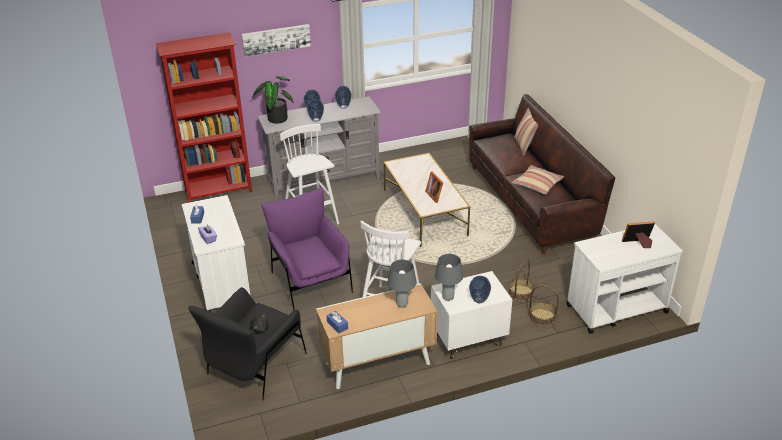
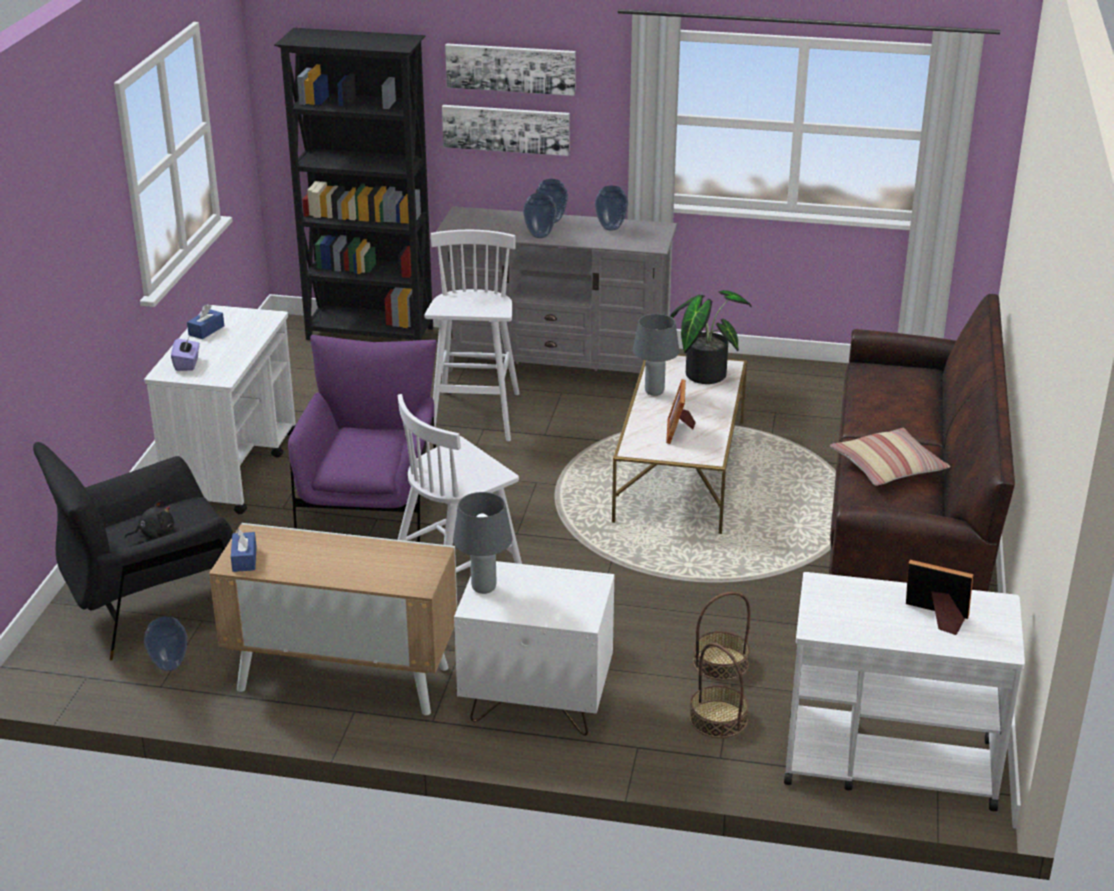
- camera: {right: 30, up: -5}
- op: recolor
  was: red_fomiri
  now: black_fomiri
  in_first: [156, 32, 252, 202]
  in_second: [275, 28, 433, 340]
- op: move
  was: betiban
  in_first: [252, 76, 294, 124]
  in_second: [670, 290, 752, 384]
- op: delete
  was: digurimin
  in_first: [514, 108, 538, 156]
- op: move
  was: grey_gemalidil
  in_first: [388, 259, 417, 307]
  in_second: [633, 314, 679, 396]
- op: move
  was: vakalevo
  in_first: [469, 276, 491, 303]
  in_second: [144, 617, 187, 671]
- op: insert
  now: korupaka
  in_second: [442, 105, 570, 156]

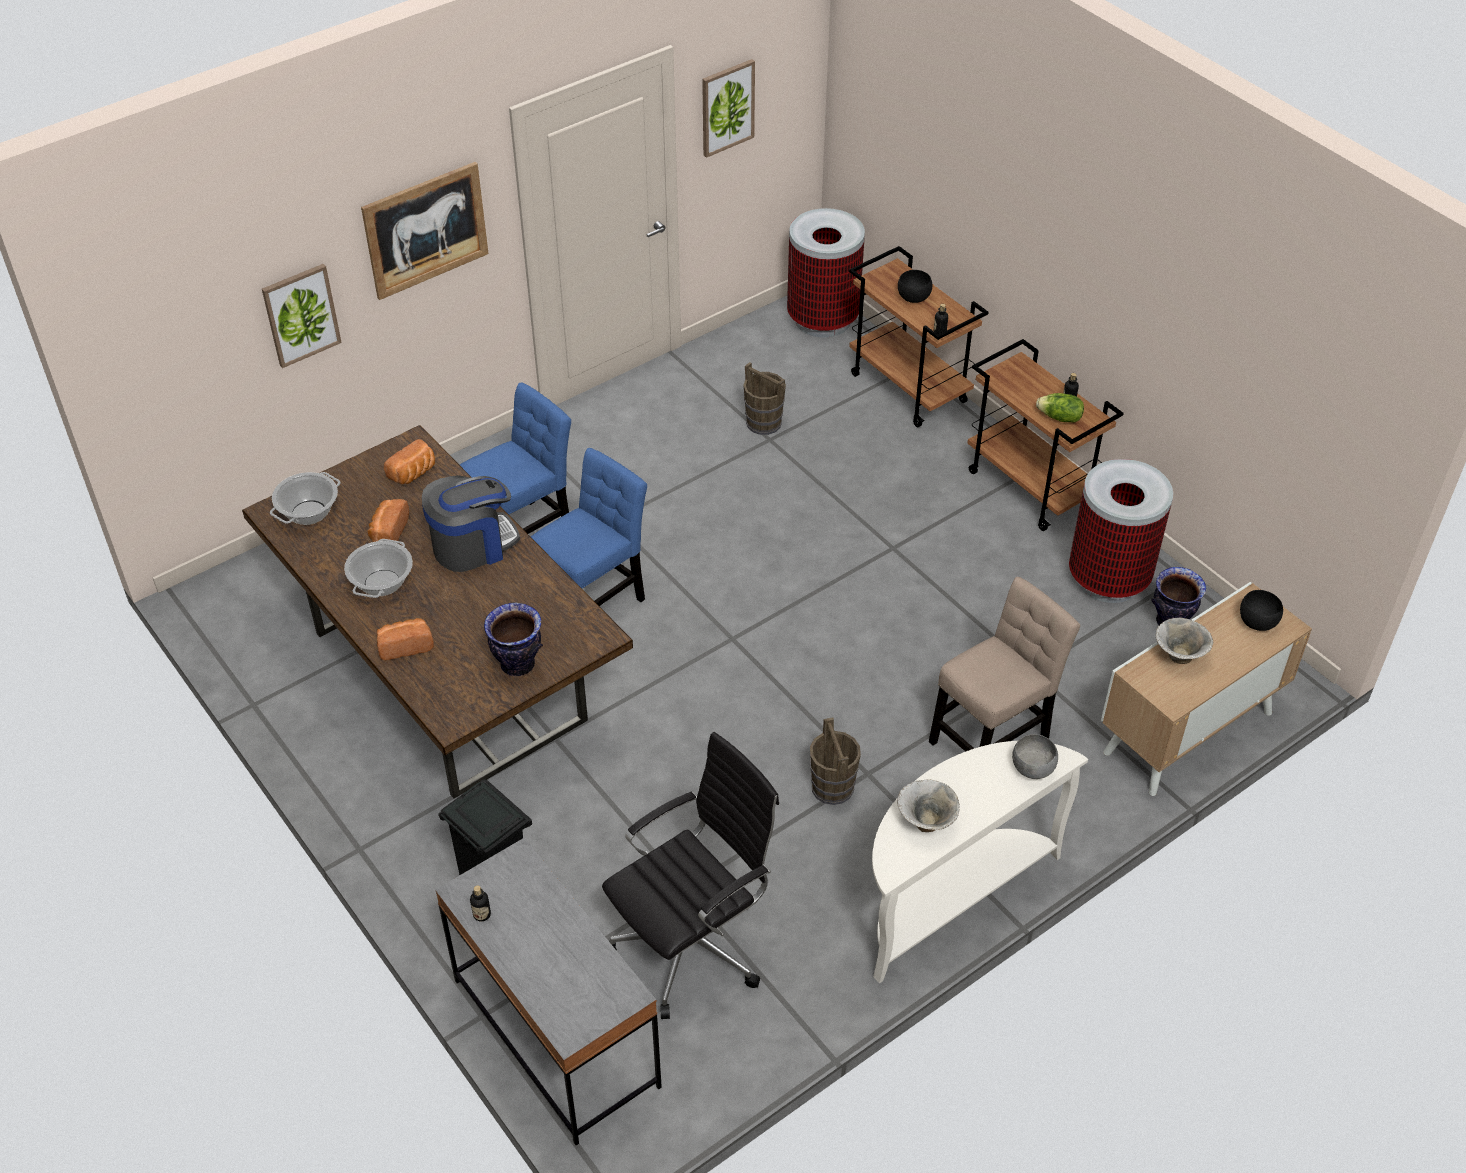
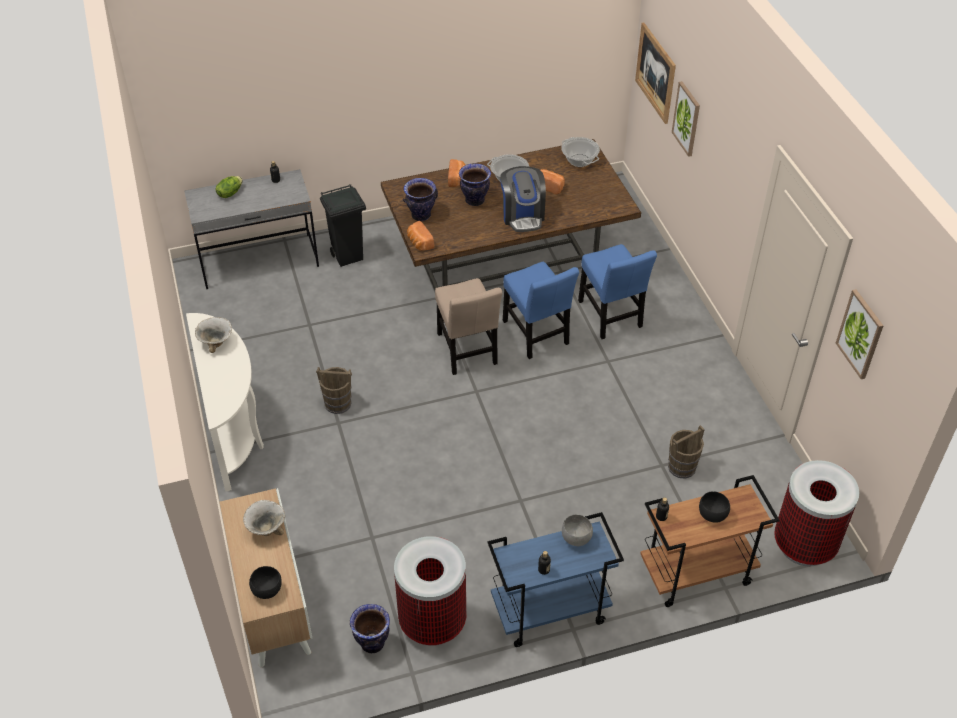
- camera: {right: 110, up: 0}
- op: move
  was: korupaka
  in_first: [361, 162, 489, 300]
  in_second: [635, 23, 676, 124]
- op: recolor
  was: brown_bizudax
  now: blue_bizudax
  in_first: [968, 339, 1124, 531]
  in_second: [488, 512, 624, 647]
- op: move
  was: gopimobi
  in_first: [1036, 393, 1084, 423]
  in_second: [215, 176, 243, 198]
- op: move
  was: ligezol
  in_first: [384, 439, 435, 484]
  in_second: [407, 221, 434, 251]
- op: move
  was: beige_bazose
  in_first: [929, 577, 1080, 752]
  in_second: [435, 278, 502, 375]
- op: delete
  was: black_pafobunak
  in_first: [602, 732, 779, 1019]
- op: move
  was: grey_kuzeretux
  in_first: [1012, 734, 1058, 779]
  in_second: [562, 514, 593, 546]
- op: insert
  now: vakalevo
  in_second: [459, 164, 491, 206]

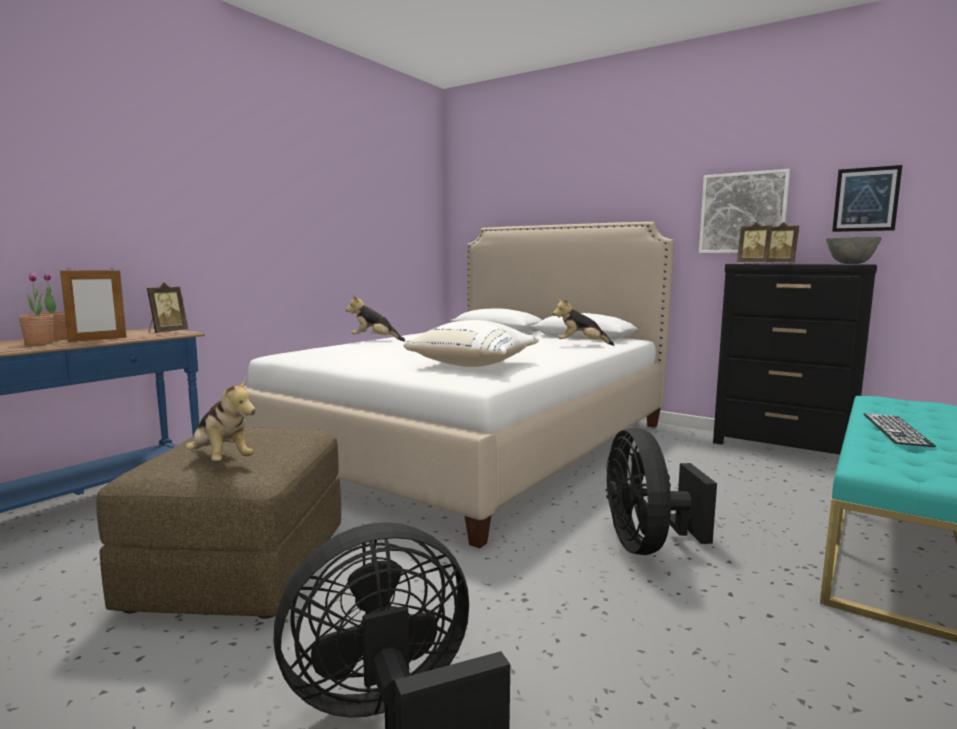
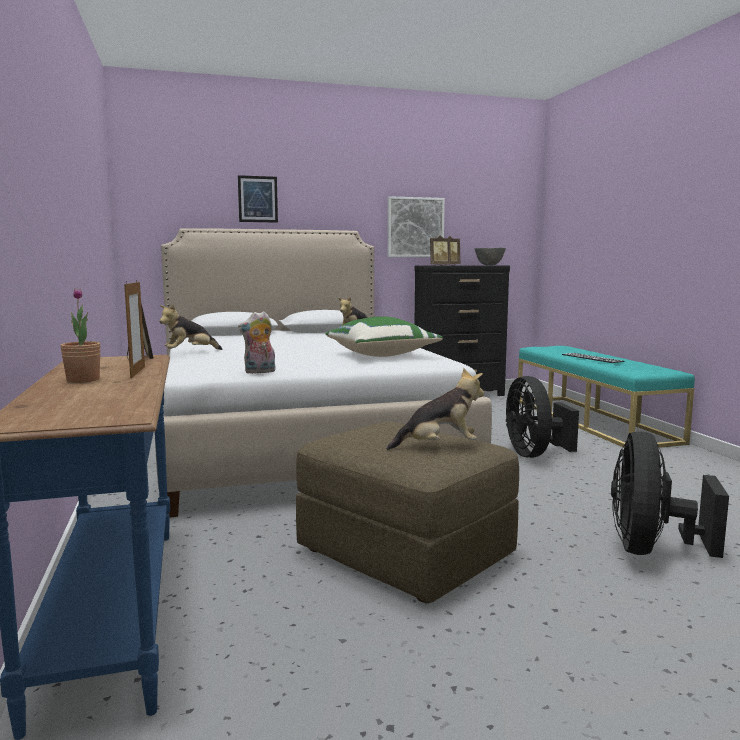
- camera: {right: -50, up: 0}
- op: move
  was: korupaka
  in_first: [832, 165, 902, 232]
  in_second: [238, 175, 278, 223]
- op: delete
  was: betiban
  in_first: [19, 273, 53, 345]
- op: recolor
  was: white_digurimin
  now: green_digurimin
  in_first: [404, 320, 539, 367]
  in_second: [326, 316, 443, 357]
- op: rotate
  was: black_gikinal
  in_first: [606, 428, 717, 555]
  in_second: [506, 376, 579, 458]
  clockwise: 45
- op: insert
  now: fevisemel
  in_second: [238, 311, 275, 374]

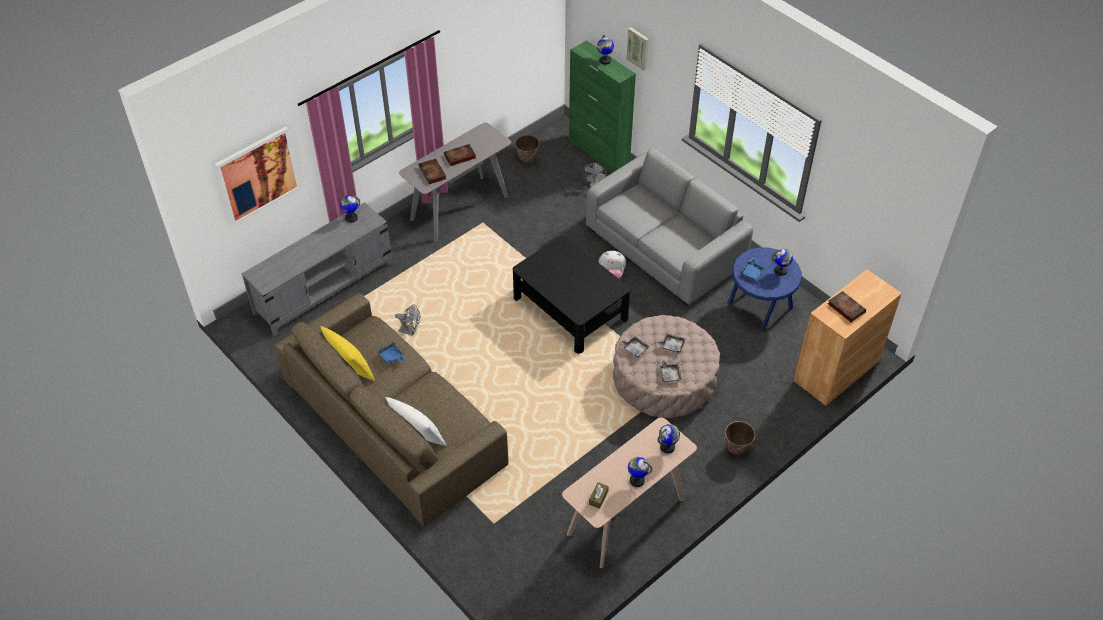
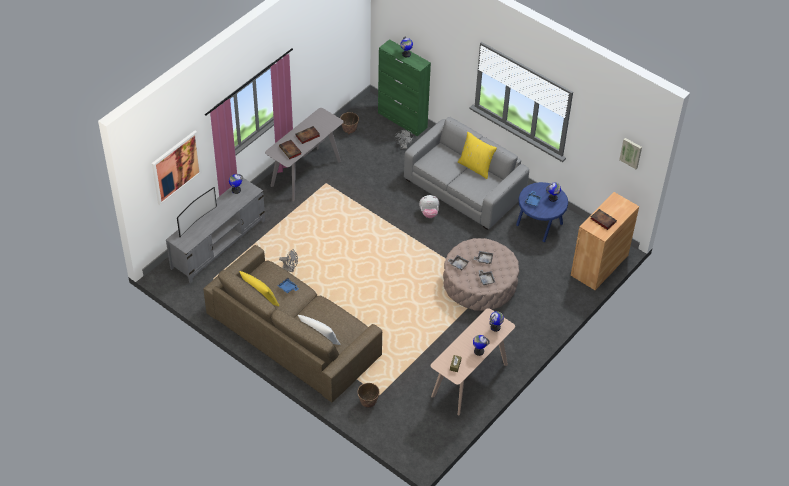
- camera: {right: -10, up: 0}
- op: move
  was: korupaka
  in_first: [627, 27, 649, 71]
  in_second: [619, 138, 642, 169]
- op: delete
  was: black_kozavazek
  in_first: [513, 236, 631, 354]
- op: move
  was: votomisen
  in_first: [725, 421, 755, 455]
  in_second: [357, 383, 380, 407]
- op: insert
  now: yellow_digurimin
  in_second: [458, 131, 497, 179]
- op: insert
  now: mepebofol
  in_second: [177, 187, 217, 237]

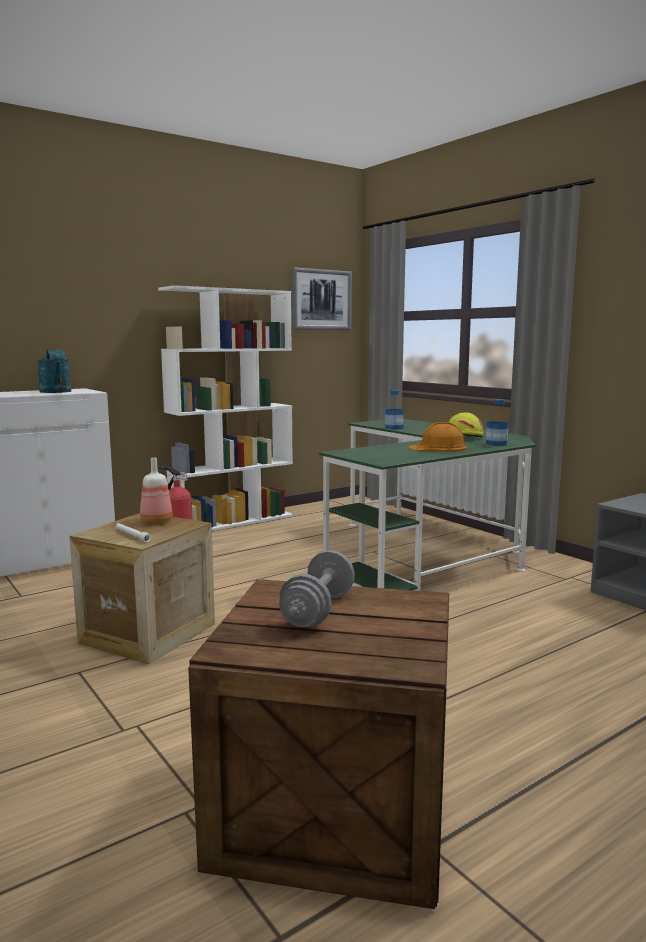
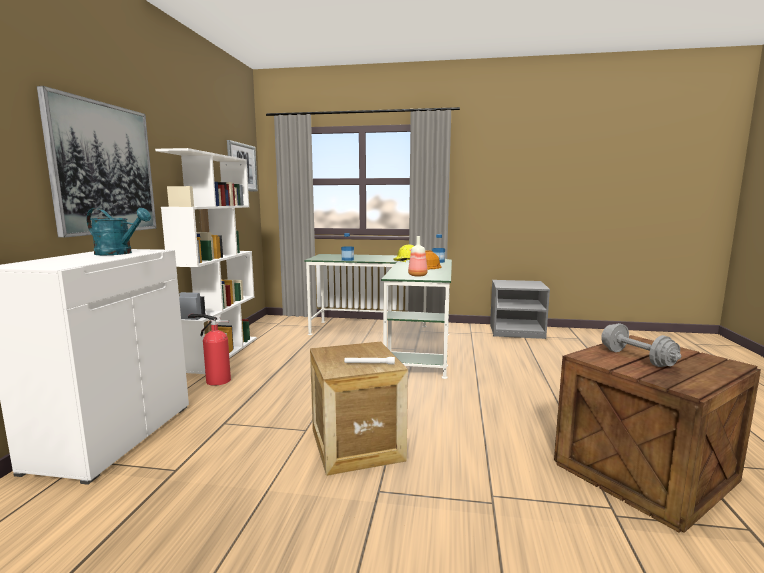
- camera: {right: -45, up: 0}
- op: move
  was: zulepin
  in_first: [140, 458, 172, 524]
  in_second: [408, 236, 428, 277]
- op: insert
  now: korupaka
  in_second: [37, 86, 156, 238]

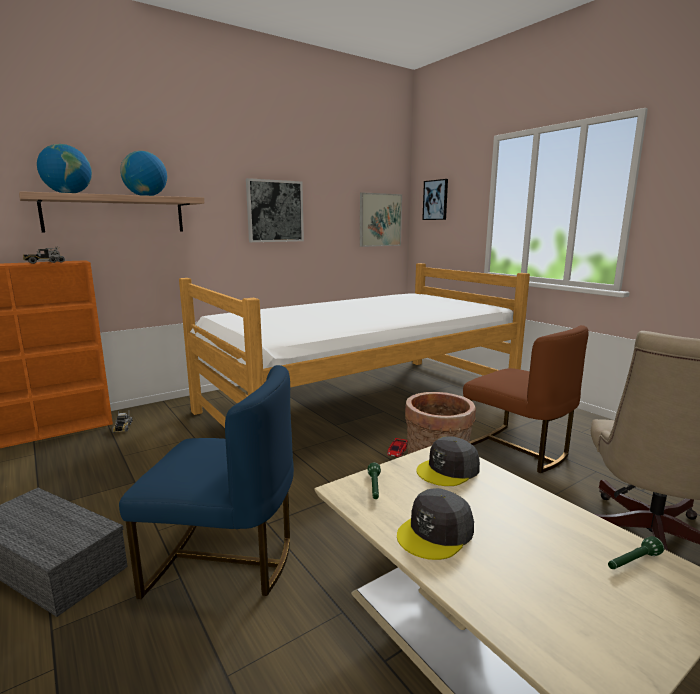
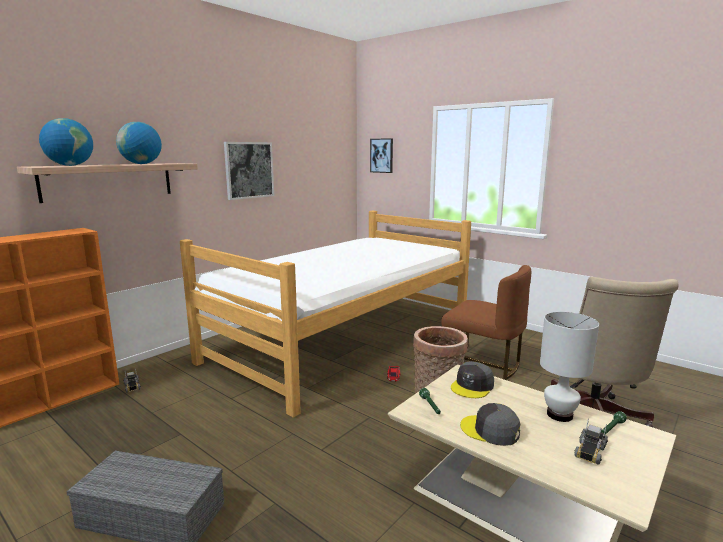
- camera: {right: -15, up: 0}
- op: delete
  was: korupaka
  in_first: [360, 192, 402, 247]
- op: move
  was: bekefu
  in_first: [23, 247, 65, 264]
  in_second: [574, 419, 608, 465]
- op: delete
  was: blue_bazose
  in_first: [119, 365, 294, 599]
- op: rotate
  was: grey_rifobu
  in_first: [397, 488, 474, 560]
  in_second: [460, 403, 520, 446]
  clockwise: 90
- op: insert
  now: white_gemalidil
  in_second: [540, 312, 599, 422]

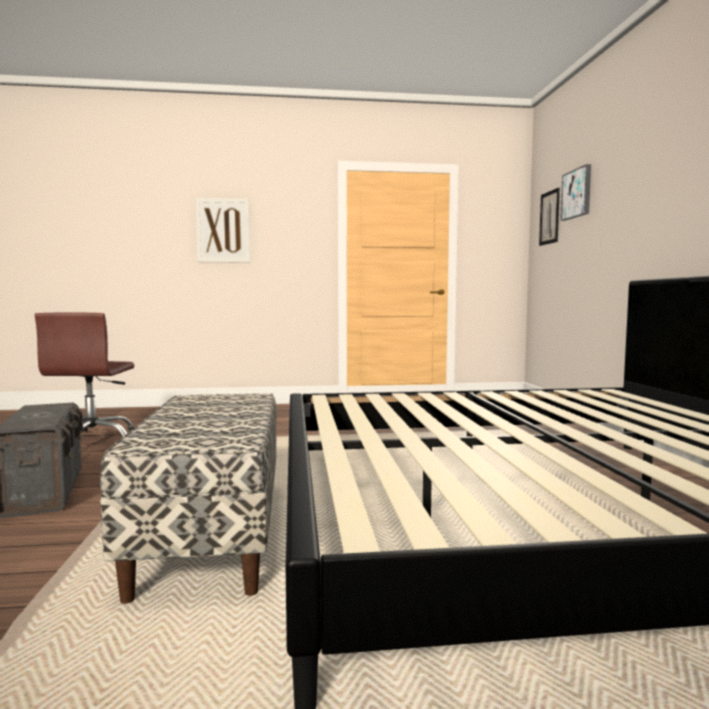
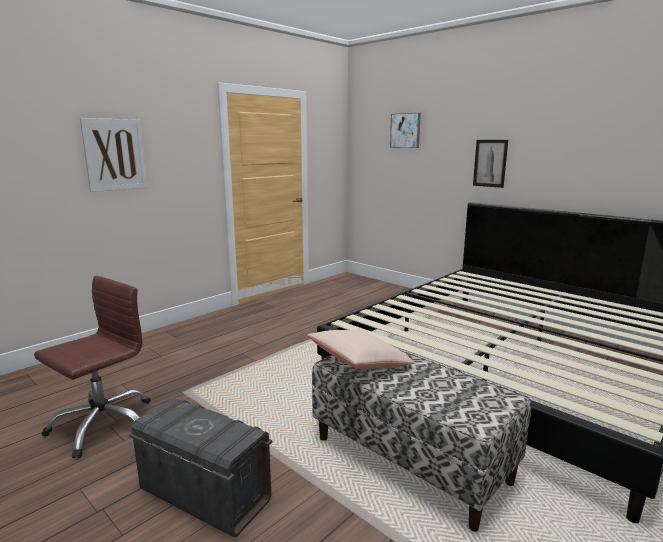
- camera: {right: -40, up: 10}
- op: move
  was: korupaka
  in_first: [539, 188, 560, 246]
  in_second: [473, 140, 508, 188]
- op: rotate
  was: brown_pafobunak
  in_first: [35, 313, 135, 437]
  in_second: [34, 276, 151, 458]
  clockwise: -105
- op: insert
  now: beige_digurimin
  in_second: [307, 330, 415, 369]

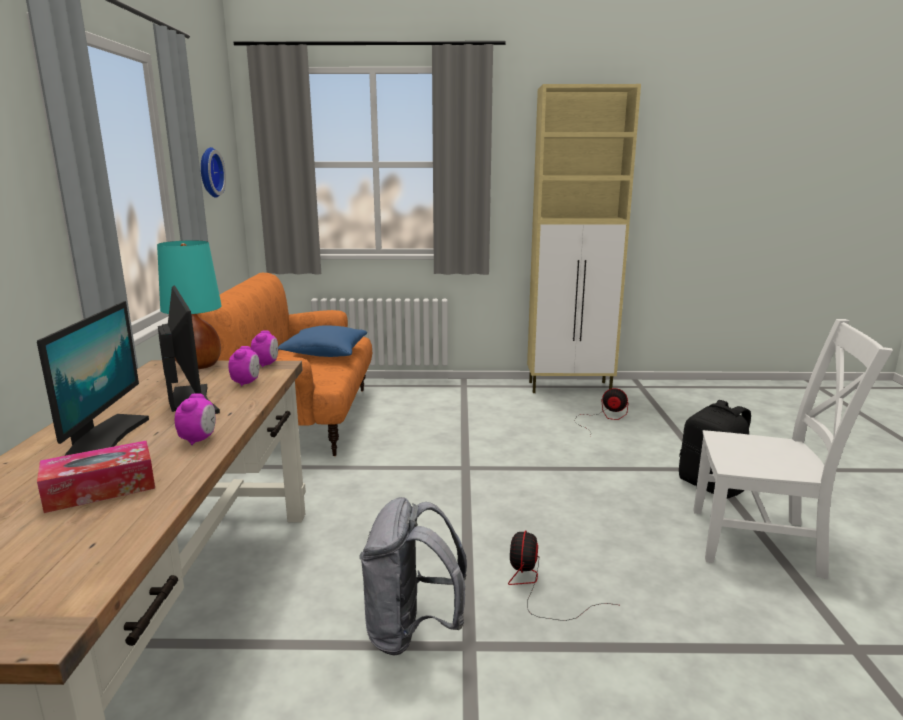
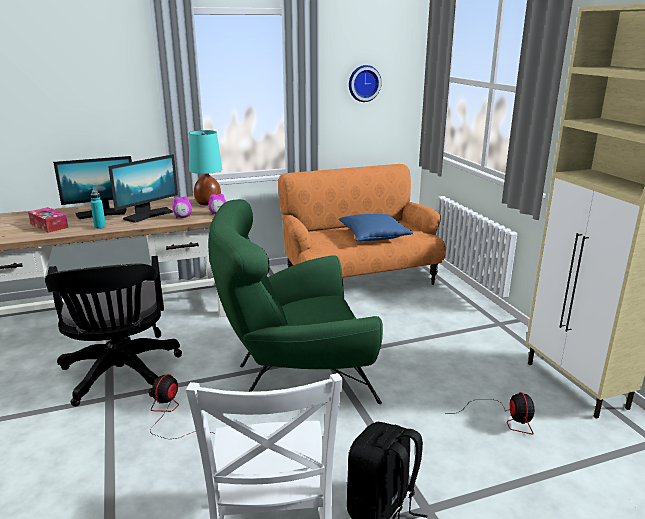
- camera: {right: 70, up: 5}
- op: replace
  was: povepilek
  now: turquoise_zulepin
  in_first: [175, 393, 216, 445]
  in_second: [90, 190, 106, 229]
- op: replace
  was: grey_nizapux
  now: black_pafobunak
  in_first: [359, 497, 467, 656]
  in_second: [45, 256, 182, 407]
- op: rotate
  was: gikinal
  in_first: [508, 530, 617, 621]
  in_second: [150, 374, 212, 439]
  clockwise: -60
- op: insert
  now: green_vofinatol
  in_second: [208, 199, 383, 404]

